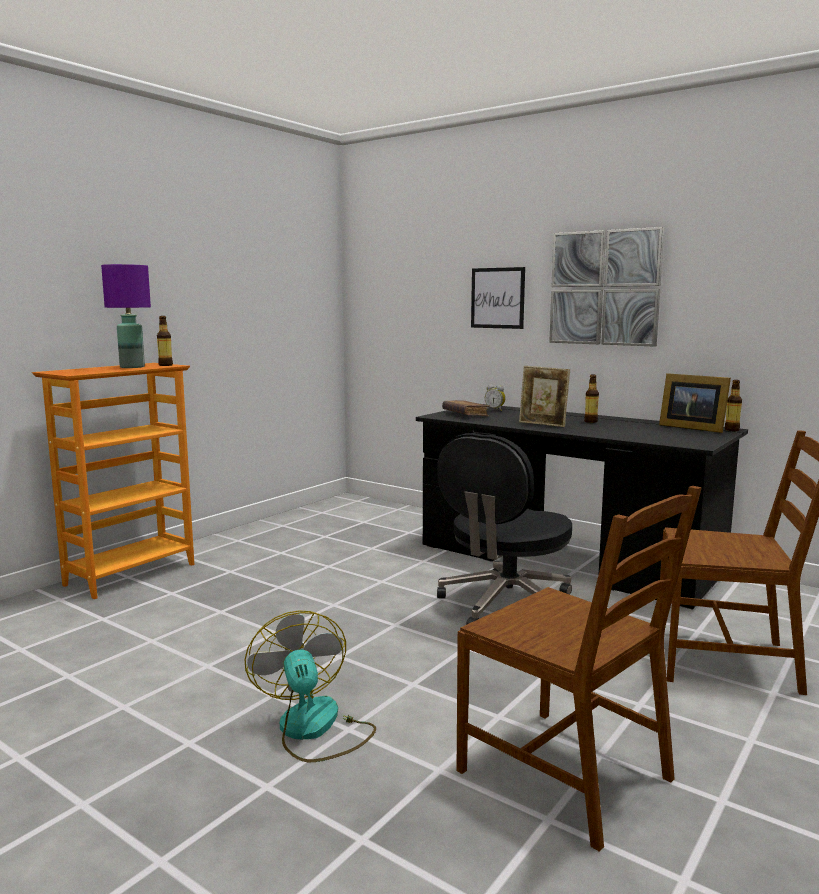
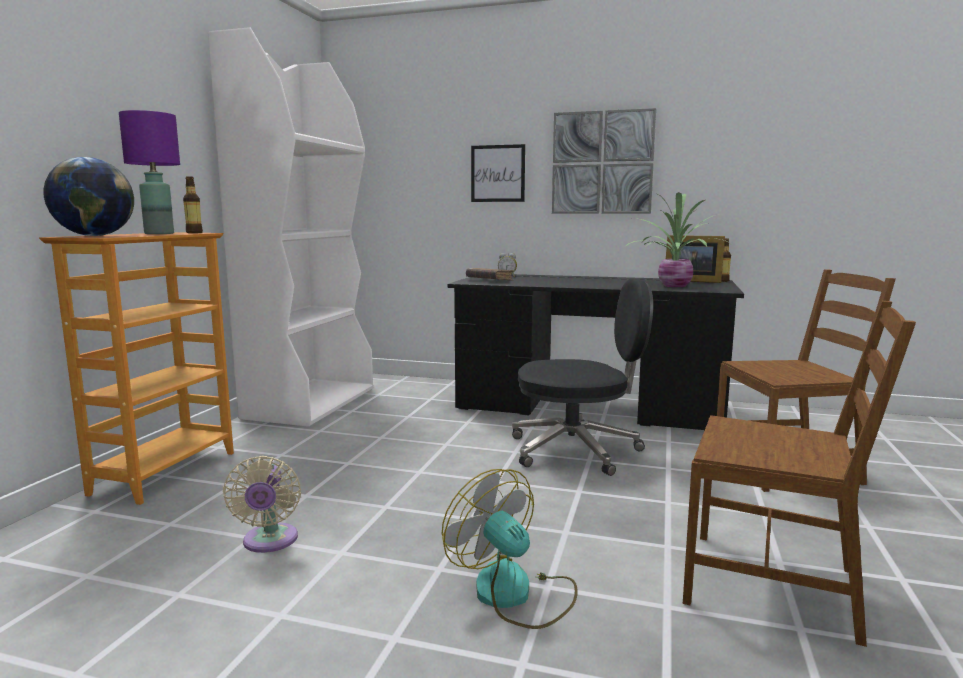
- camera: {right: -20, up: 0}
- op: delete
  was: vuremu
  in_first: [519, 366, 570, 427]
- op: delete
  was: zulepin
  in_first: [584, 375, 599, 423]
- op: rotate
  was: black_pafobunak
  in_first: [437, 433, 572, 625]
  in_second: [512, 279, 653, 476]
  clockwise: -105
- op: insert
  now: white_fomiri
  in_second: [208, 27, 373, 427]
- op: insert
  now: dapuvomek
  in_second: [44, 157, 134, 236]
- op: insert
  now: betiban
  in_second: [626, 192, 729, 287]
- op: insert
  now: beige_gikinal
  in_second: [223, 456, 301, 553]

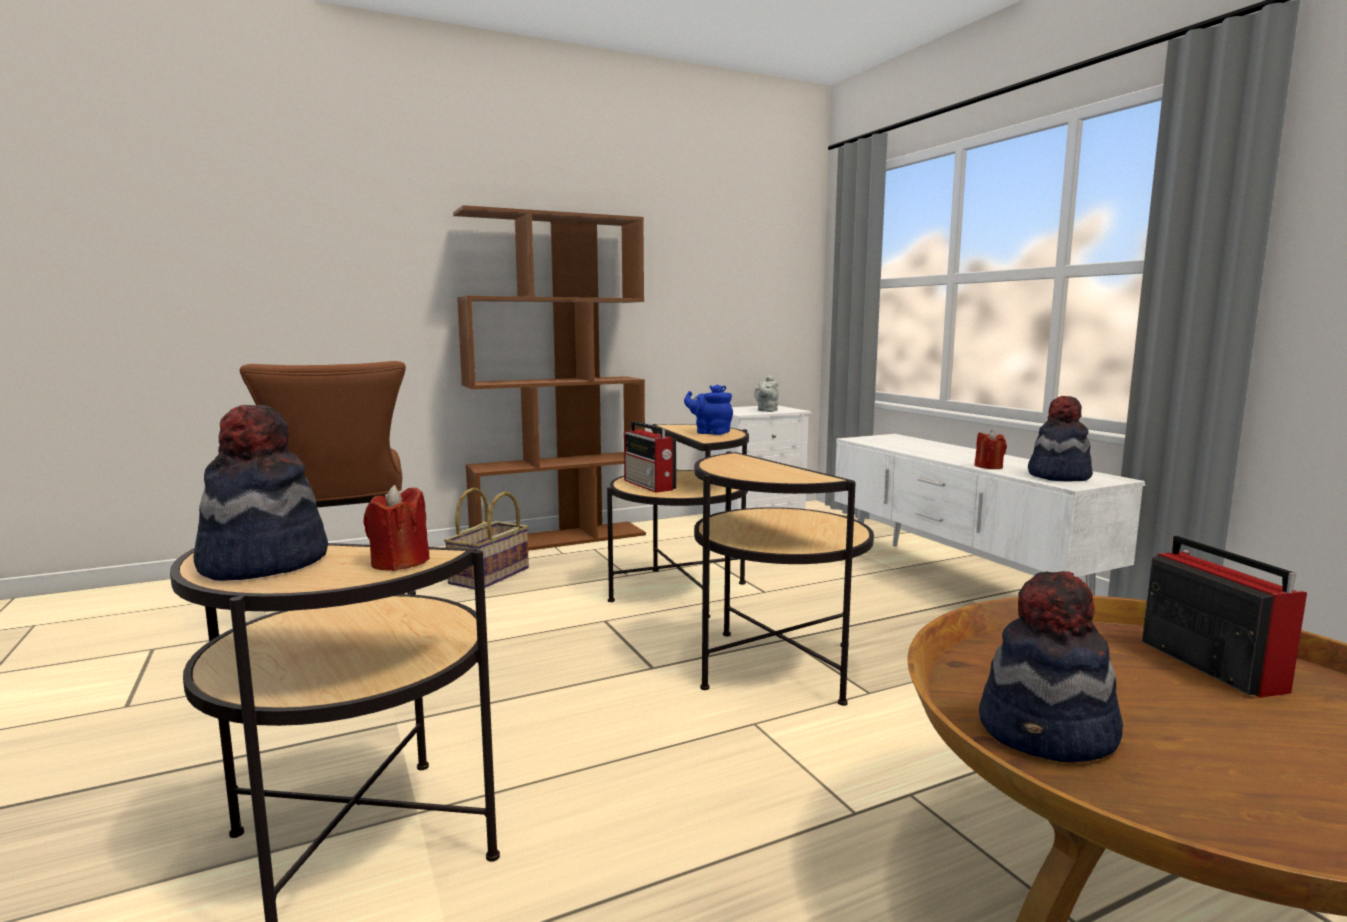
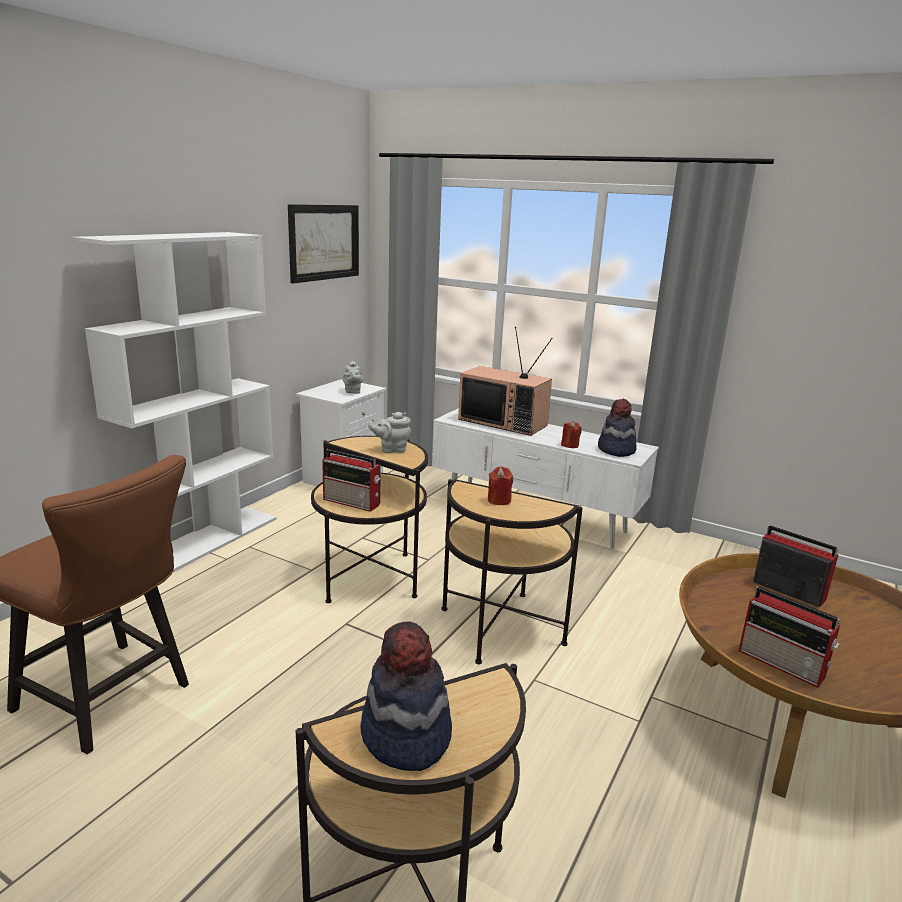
- camera: {right: -35, up: 10}
- op: recolor
  was: brown_fomiri
  now: white_fomiri
  in_first: [453, 205, 646, 551]
  in_second: [72, 232, 276, 572]
- op: recolor
  was: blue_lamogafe
  now: grey_lamogafe
  in_first: [684, 384, 733, 435]
  in_second: [368, 412, 411, 453]
- op: move
  was: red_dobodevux
  in_first: [364, 485, 430, 571]
  in_second: [488, 466, 513, 505]
- op: delete
  was: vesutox
  in_first: [444, 487, 529, 589]
- op: replace
  was: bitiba
  now: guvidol
  in_first: [979, 571, 1123, 762]
  in_second: [739, 586, 840, 688]
- op: insert
  now: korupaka
  in_second: [288, 204, 359, 283]
- op: insert
  now: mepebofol
  in_second: [458, 327, 553, 436]

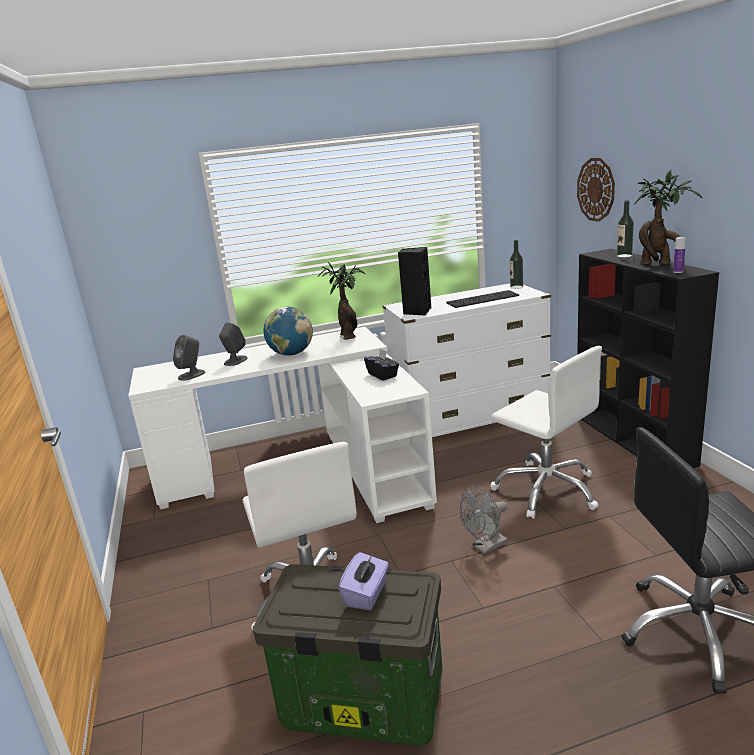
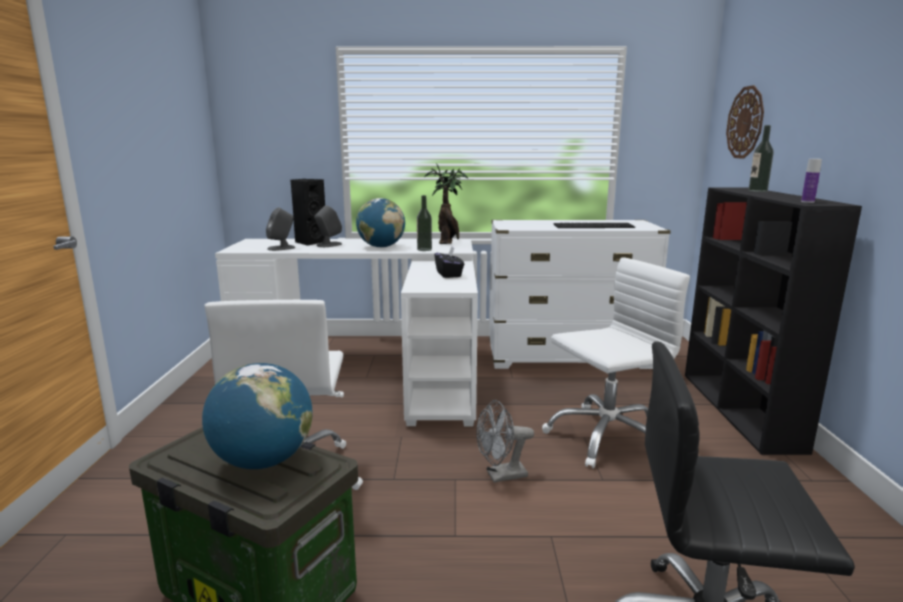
- camera: {right: 15, up: -5}
- op: delete
  was: betiban
  in_first: [635, 170, 702, 264]
- op: move
  was: zulepin
  in_first: [510, 240, 523, 289]
  in_second: [417, 195, 432, 251]
- op: move
  was: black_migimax
  in_first: [398, 247, 431, 316]
  in_second: [290, 179, 325, 246]
- op: rotate
  was: white_pafobunak
  in_first: [491, 346, 602, 519]
  in_second: [542, 257, 690, 469]
  clockwise: -90
- op: replace
  was: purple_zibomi
  now: dapuvomek
  in_first: [338, 552, 389, 610]
  in_second: [202, 363, 313, 469]

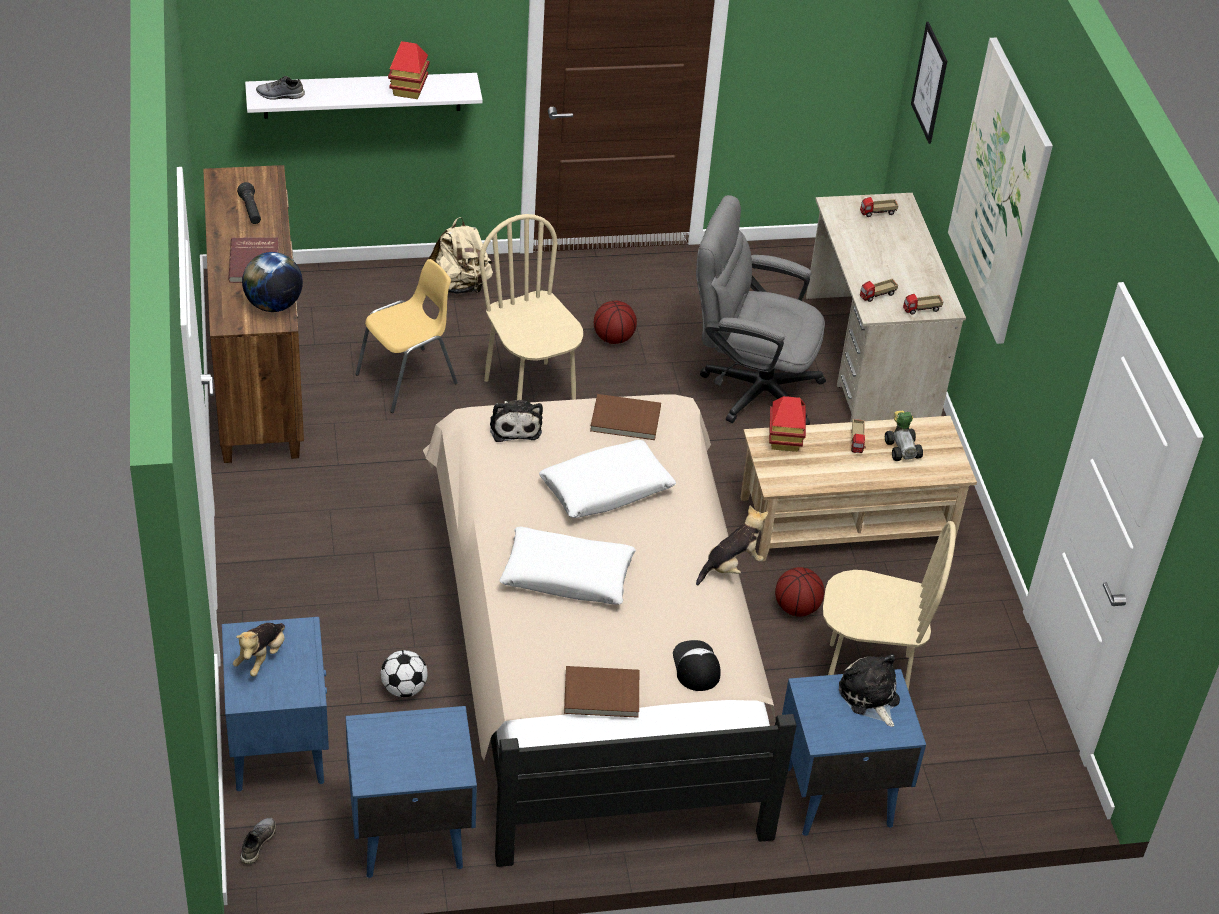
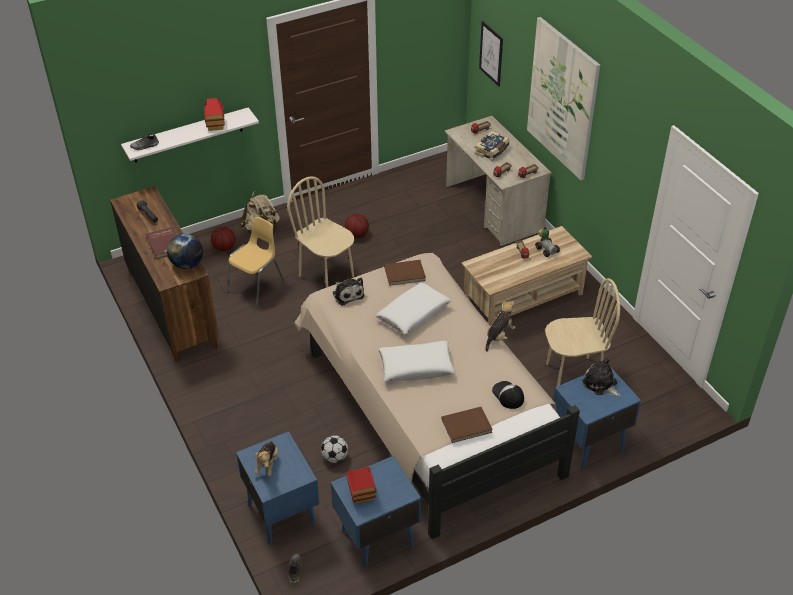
- camera: {right: -15, up: 0}
- op: delete
  was: grey_pafobunak
  in_first: [696, 195, 826, 425]
- op: move
  was: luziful
  in_first: [769, 396, 806, 452]
  in_second: [346, 467, 377, 504]
- op: move
  was: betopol
  in_first: [775, 567, 824, 617]
  in_second: [211, 226, 236, 251]
- op: insert
  now: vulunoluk
  in_second: [474, 131, 510, 161]

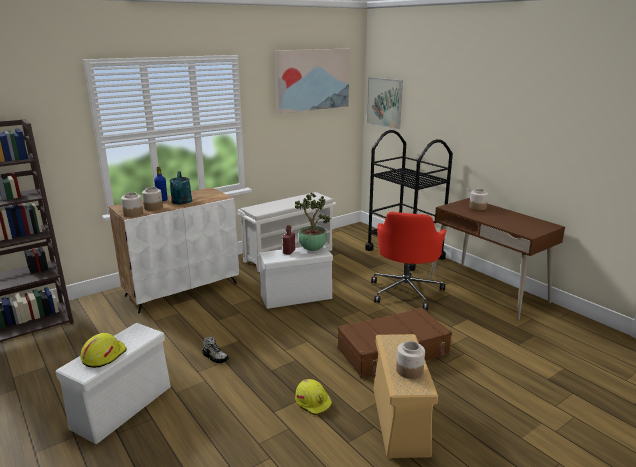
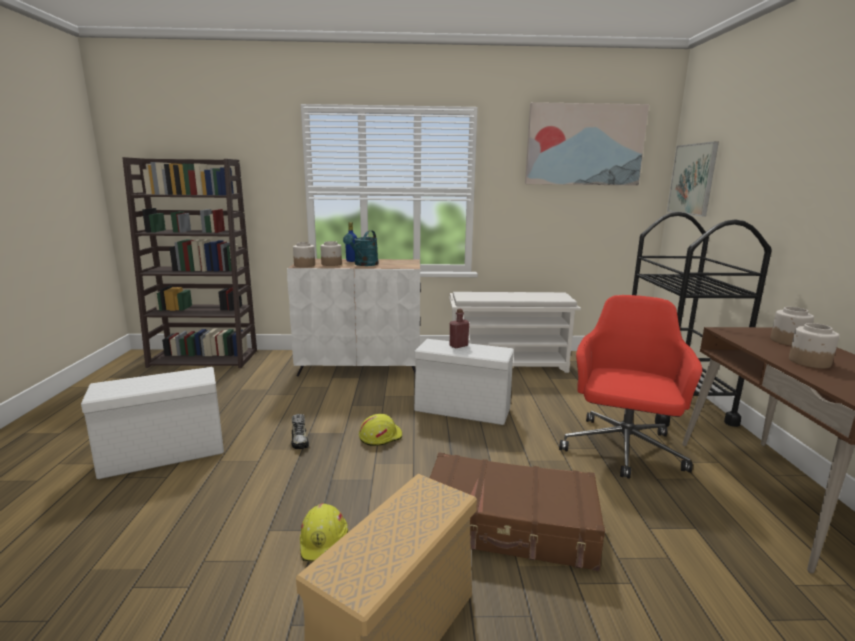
- camera: {right: 35, up: -5}
- op: delete
  was: betiban
  in_first: [294, 193, 331, 251]
- op: rotate
  was: red_pafobunak
  in_first: [371, 212, 446, 310]
  in_second: [559, 295, 702, 479]
  clockwise: 150
- op: move
  was: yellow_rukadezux
  in_first: [80, 333, 127, 368]
  in_second: [359, 414, 402, 446]
- op: move
  was: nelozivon
  in_first: [396, 341, 425, 379]
  in_second: [789, 323, 839, 368]

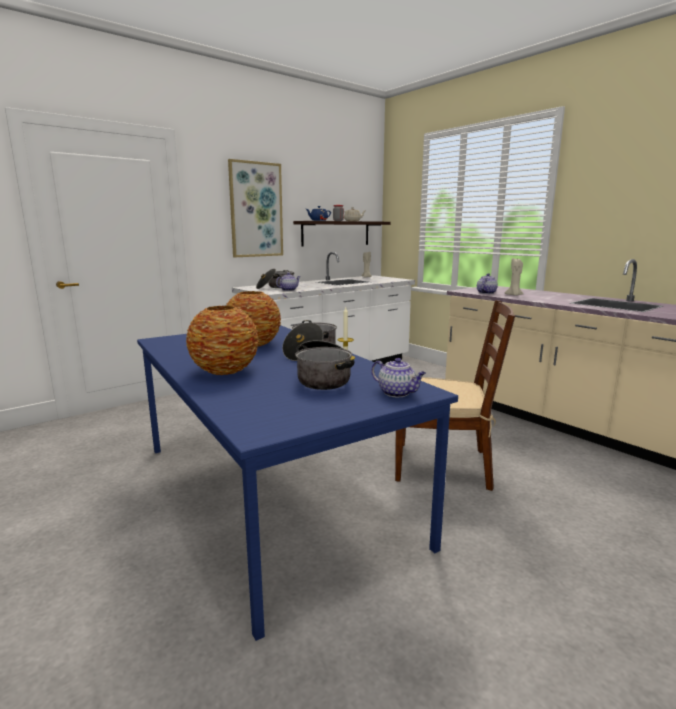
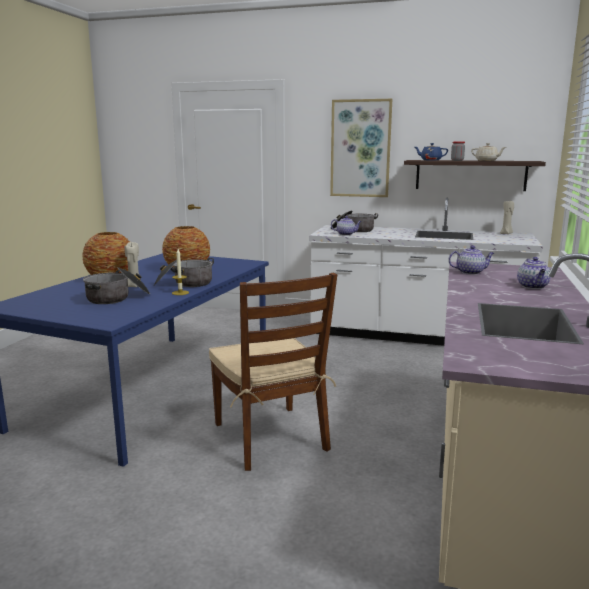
- camera: {right: 55, up: 0}
- op: move
  was: beige_dobodevux
  in_first: [505, 258, 524, 296]
  in_second: [125, 242, 139, 287]
- op: move
  was: lamogafe
  in_first: [371, 358, 426, 397]
  in_second: [517, 257, 551, 289]

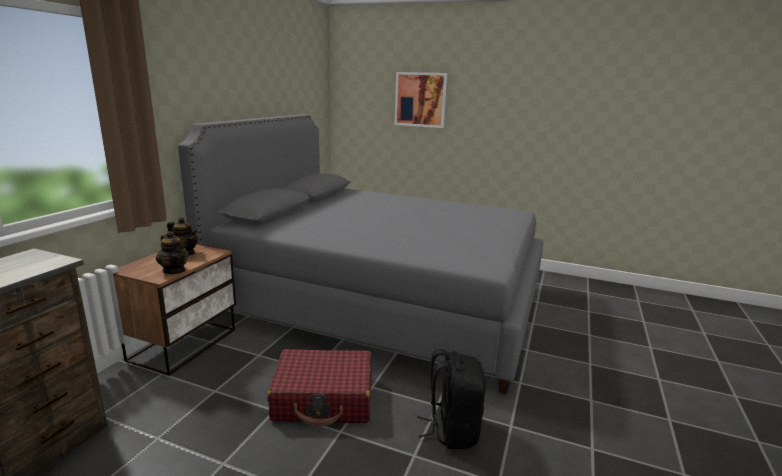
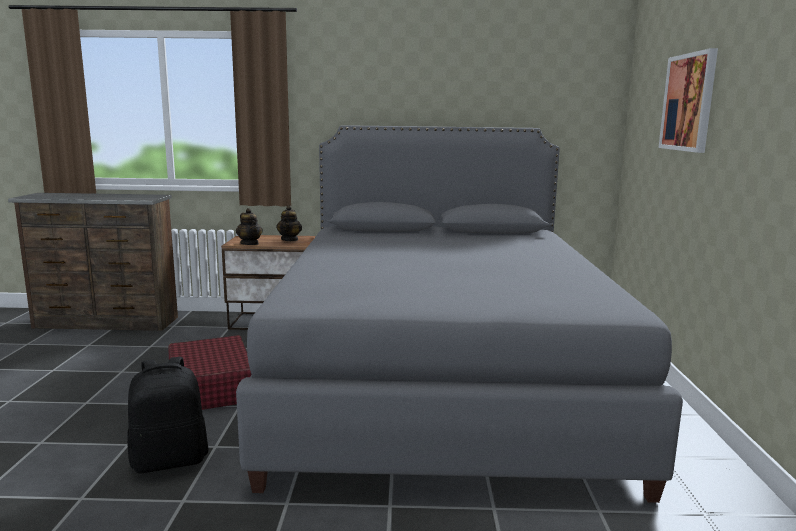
- camera: {right: 70, up: -5}
- op: rotate
  was: lamogafe
  in_first: [156, 231, 189, 274]
  in_second: [236, 208, 263, 245]
  clockwise: -60

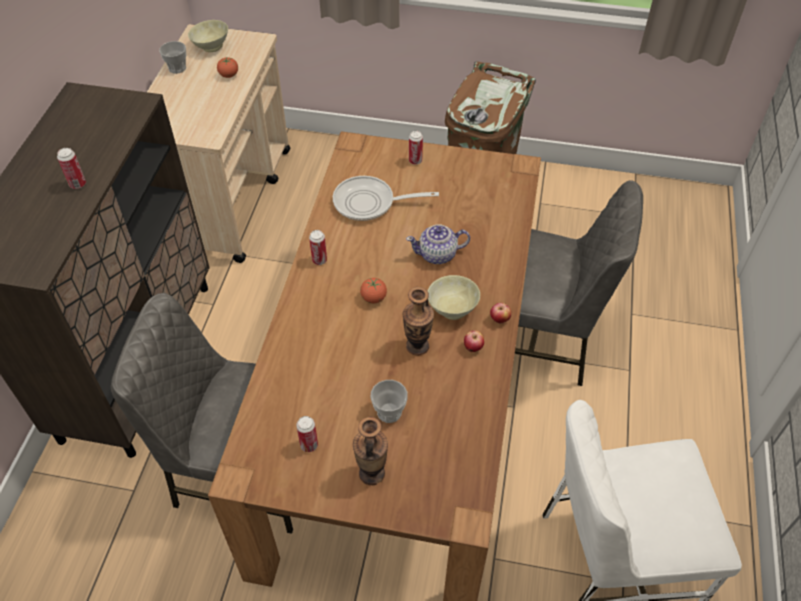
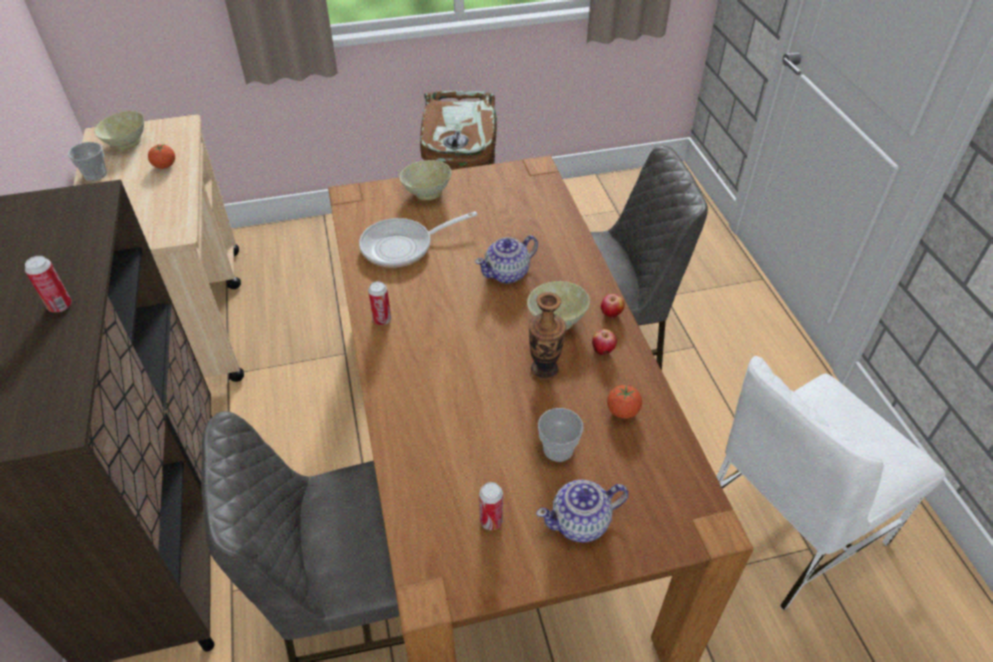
- camera: {right: -25, up: -5}
- op: replace
  was: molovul
  now: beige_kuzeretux
  in_first: [409, 131, 423, 165]
  in_second: [399, 160, 452, 201]
- op: move
  was: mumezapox
  in_first: [360, 278, 387, 303]
  in_second: [607, 385, 642, 419]
- op: replace
  was: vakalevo
  now: lamogafe
  in_first: [353, 417, 388, 485]
  in_second: [536, 480, 628, 543]

